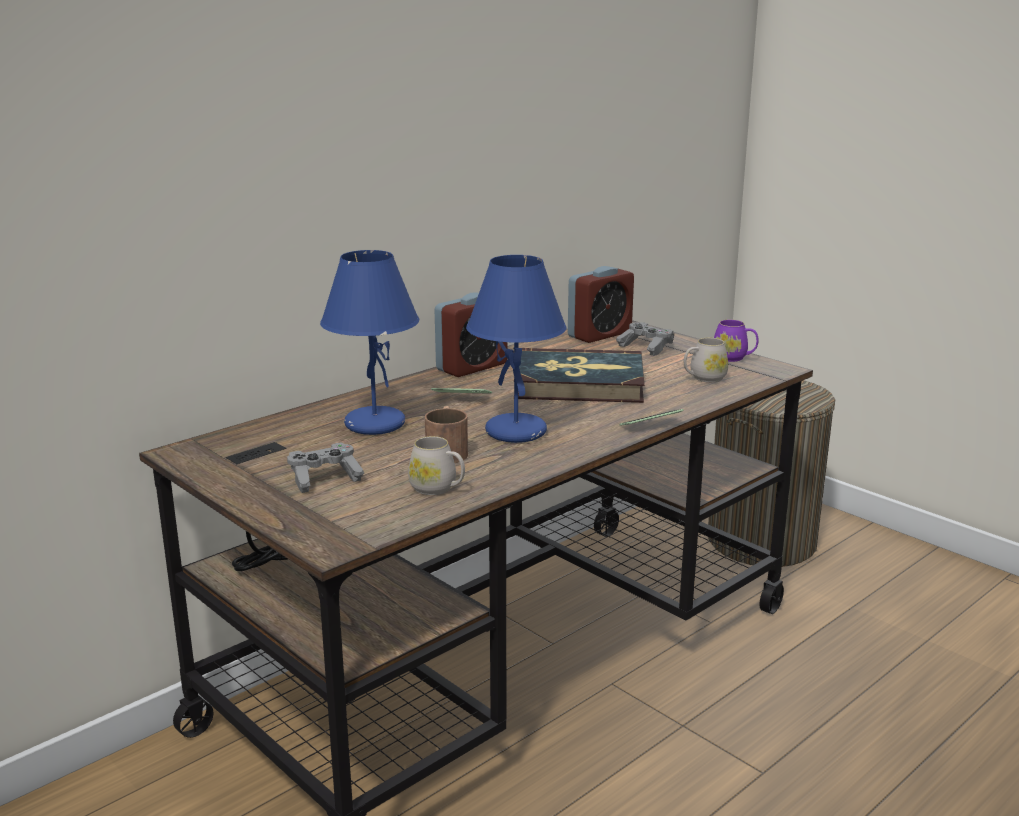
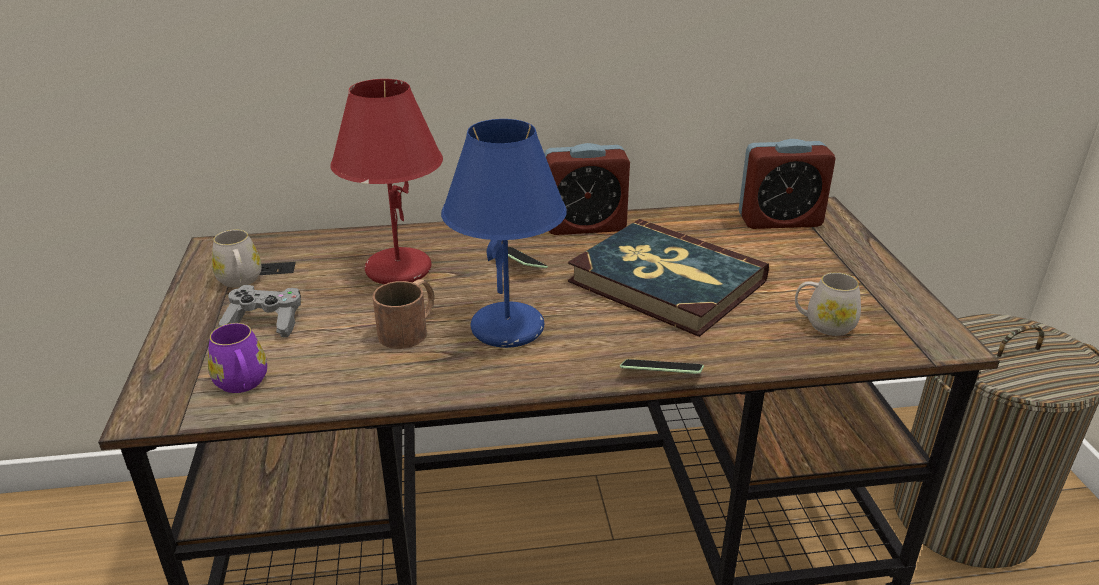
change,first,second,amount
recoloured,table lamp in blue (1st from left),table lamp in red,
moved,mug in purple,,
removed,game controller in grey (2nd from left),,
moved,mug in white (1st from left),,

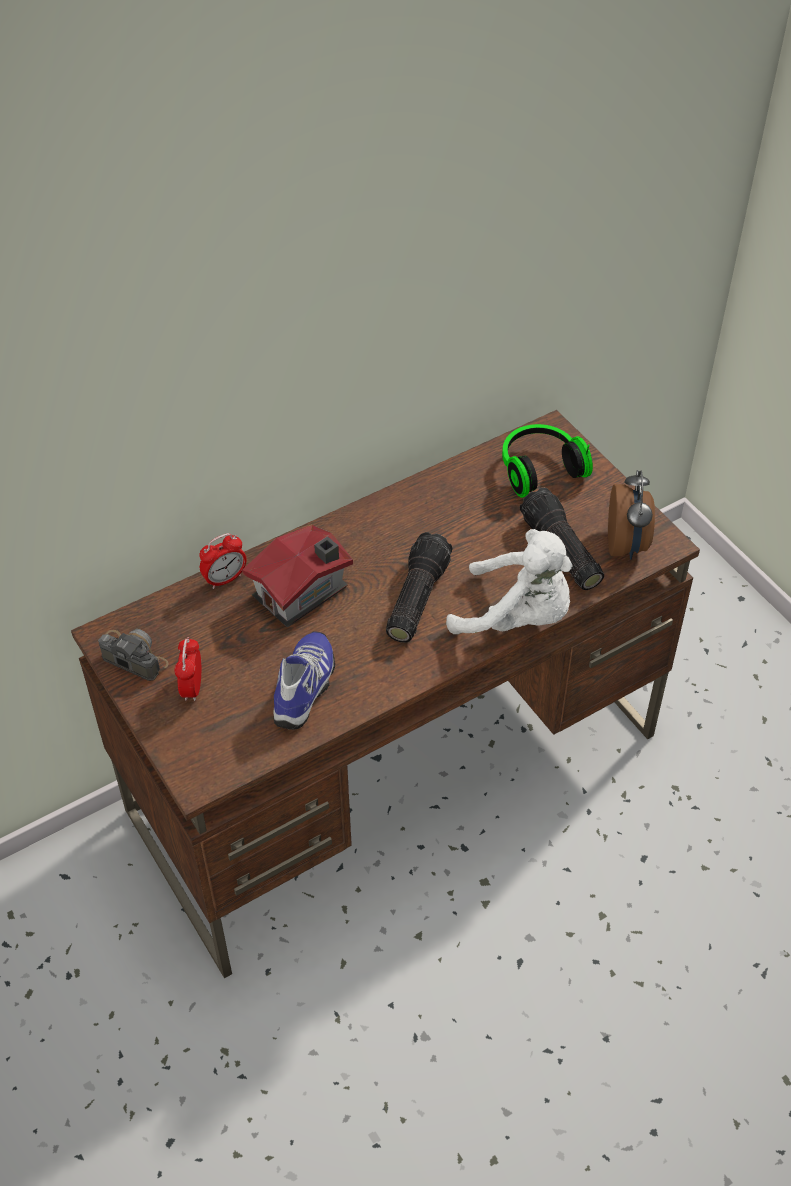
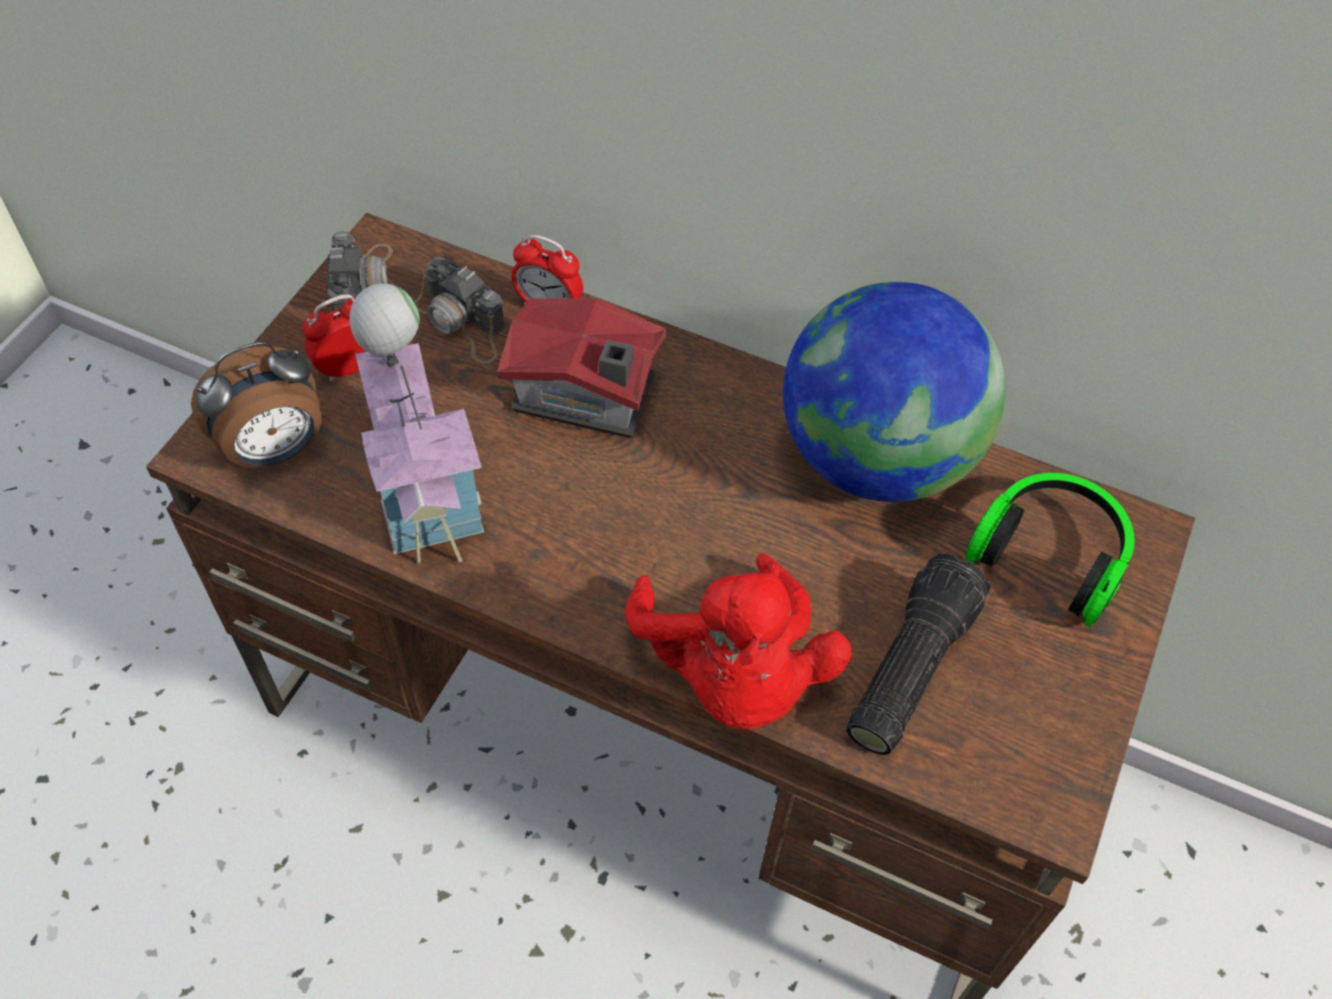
change,first,second,amount
moved,alarm clock (3rd from left in the first image),alarm clock (1st from left),
recoloured,plush toy in white,plush toy in red,
removed,flashlight (1st from left),,
replaced,shoe,toy house (1st from left),
added,,photo camera (2nd from left),
added,,globe,

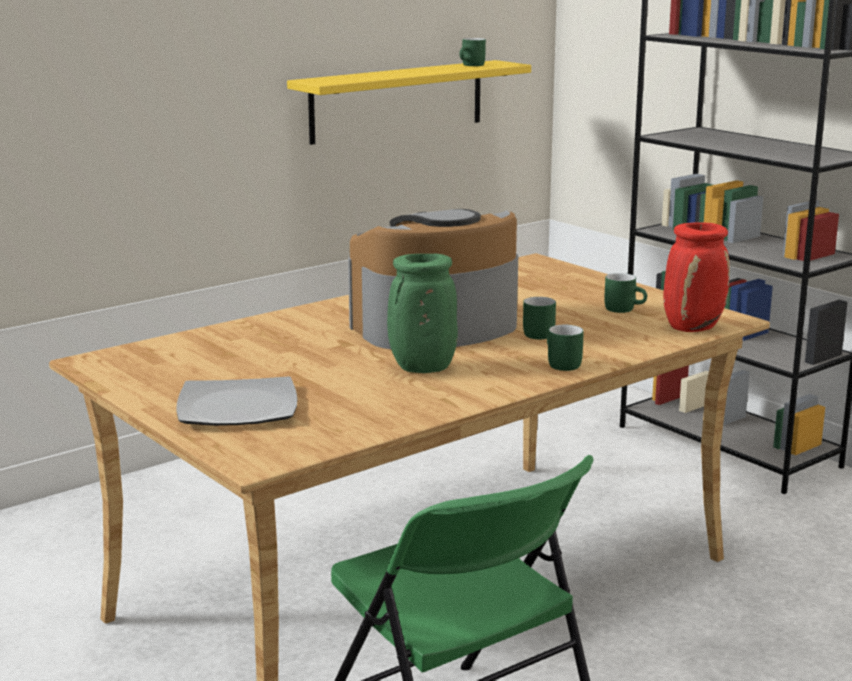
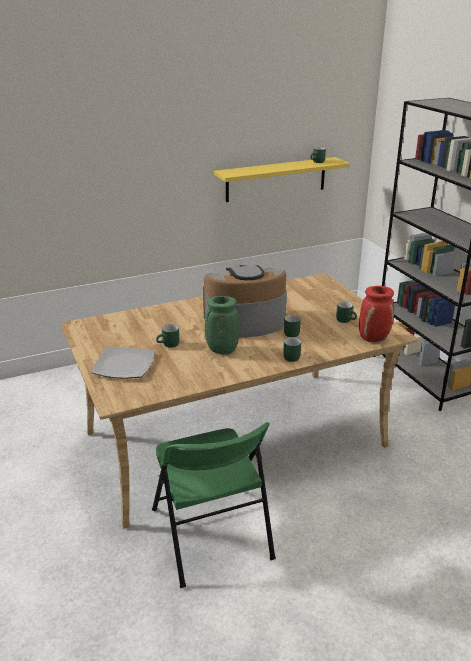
change,first,second,amount
added,,mug in green (1st from left),

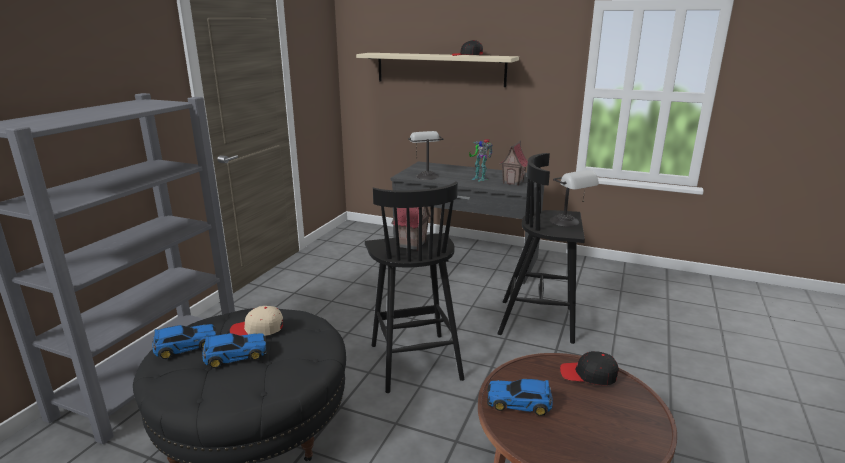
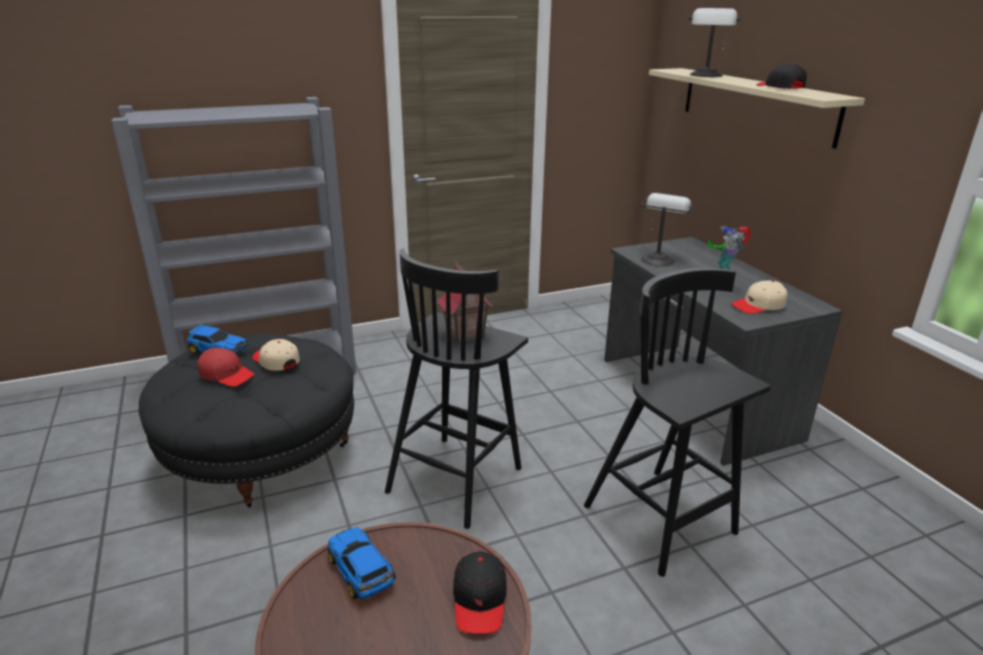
change,first,second,amount
replaced,toy house (2nd from left),cap in beige (2nd from left),
moved,table lamp (2nd from left),,
replaced,toy car (2nd from left),cap in red,
turned,cap in black (2nd from left in the first image),cap in black (1st from left),150 degrees counterclockwise

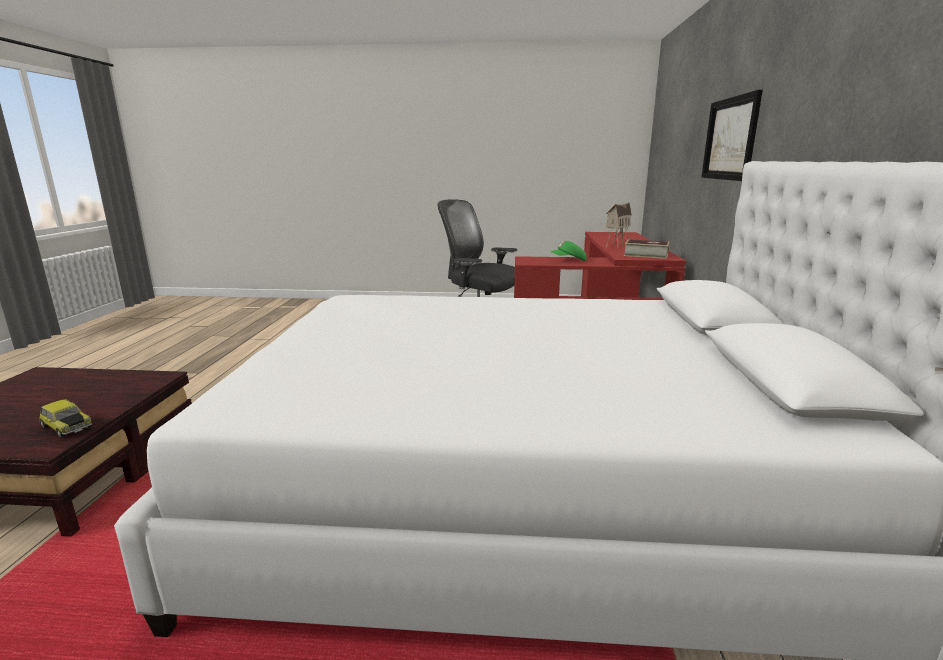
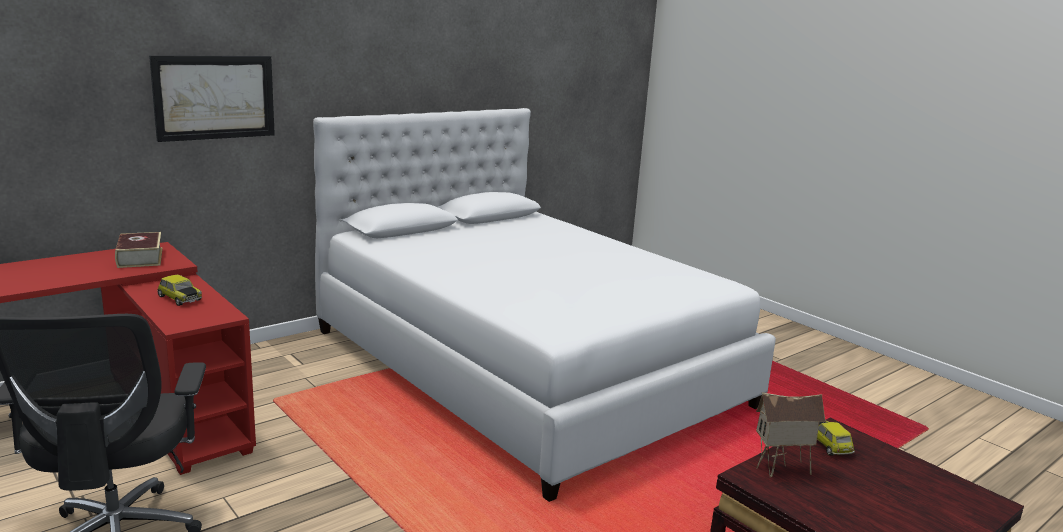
change,first,second,amount
moved,toy house,,
replaced,cap in green,toy car (1st from left),

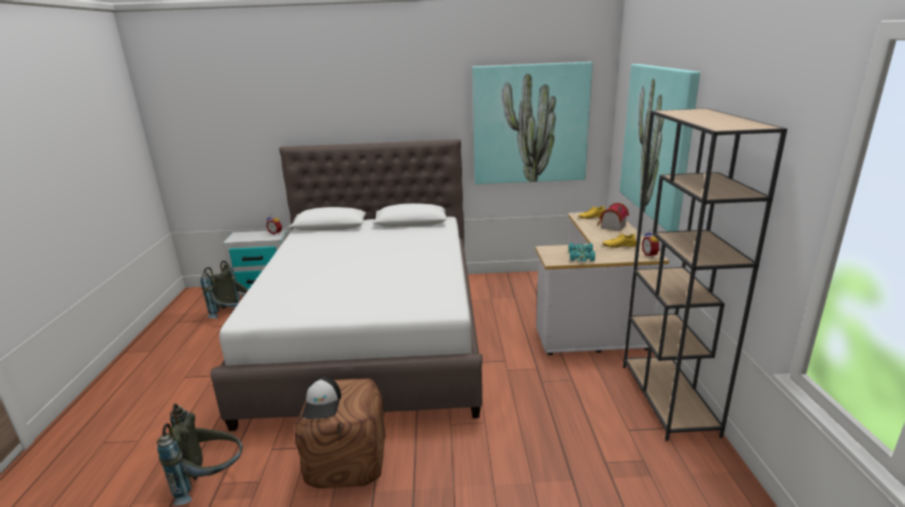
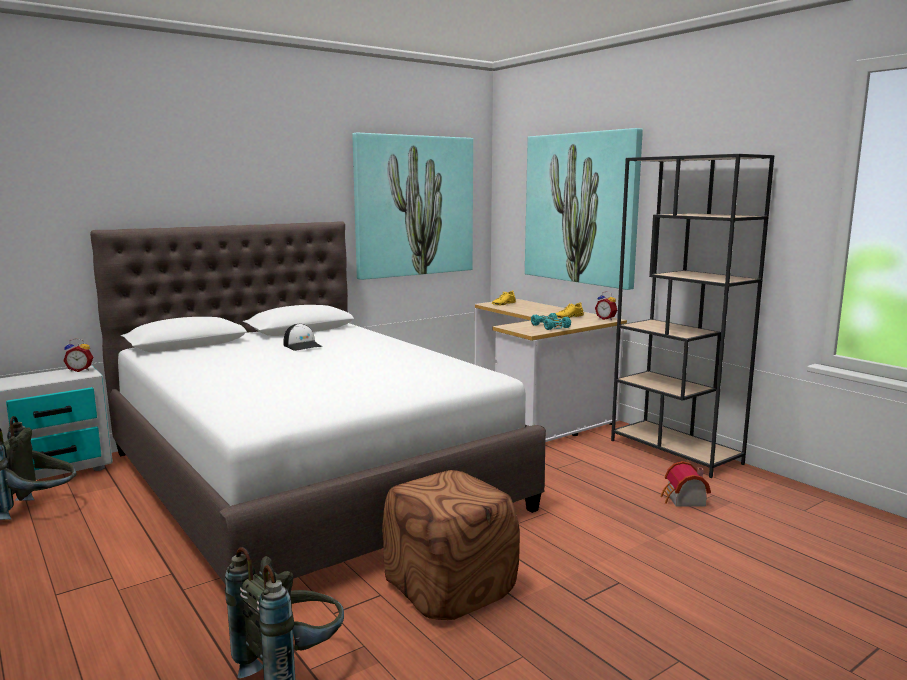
change,first,second,amount
moved,toy house,,
moved,cap,,

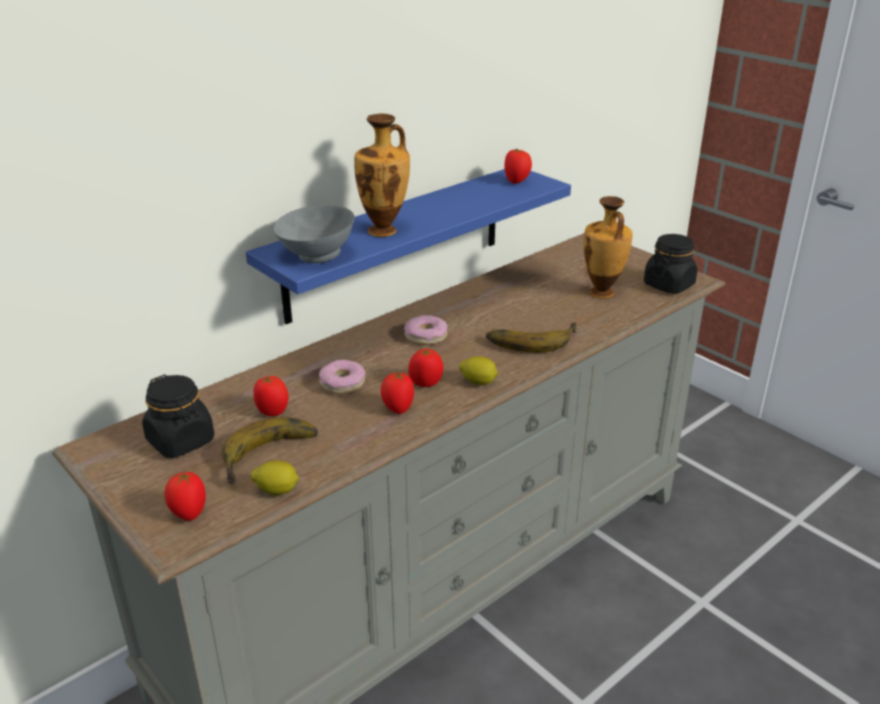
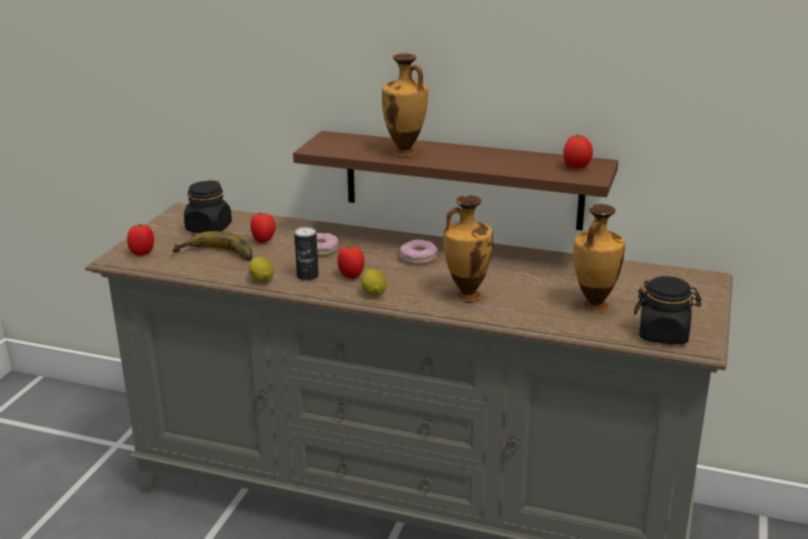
change,first,second,amount
recoloured,shelf in blue,shelf in brown,
removed,bowl in grey,,
replaced,banana (2nd from left),vase (2nd from left),
replaced,tomato (3rd from left),can,
moved,lemon (1st from left),,

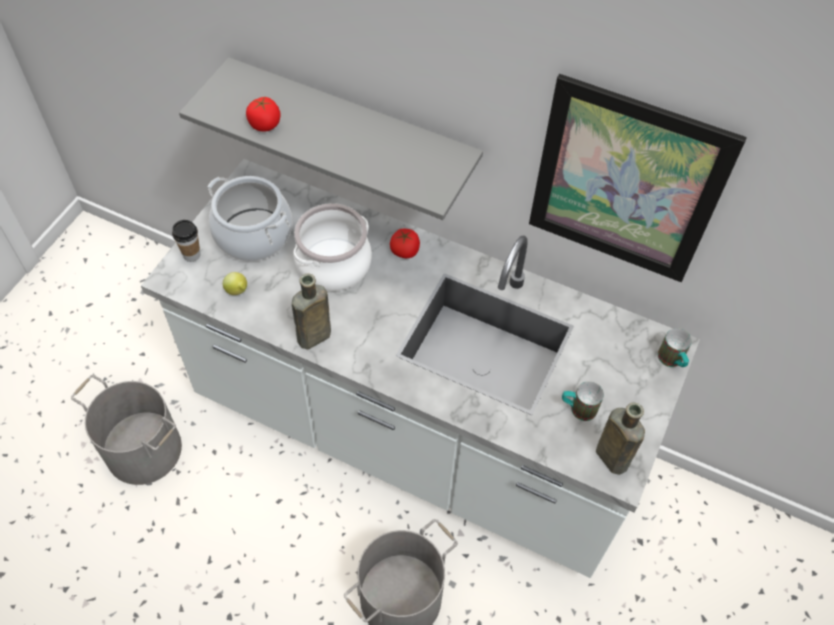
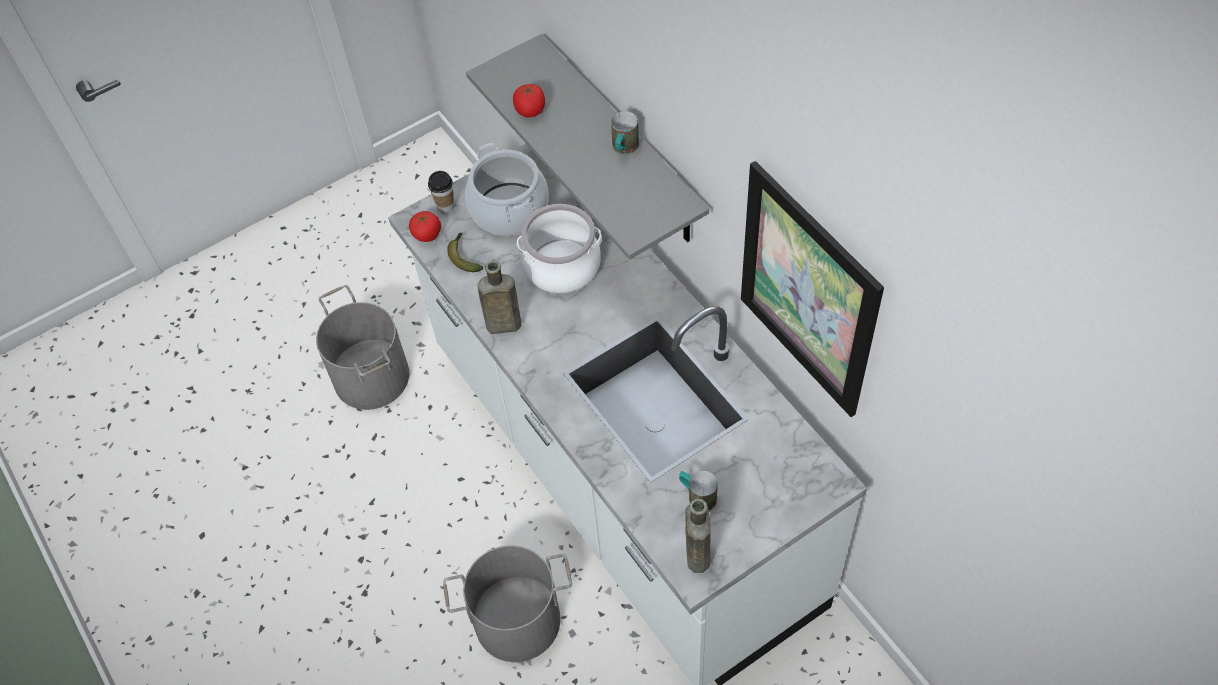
change,first,second,amount
moved,tomato (2nd from left in the first image),tomato (1st from left),
replaced,lemon,banana,
moved,mug (2nd from left in the first image),mug (1st from left),

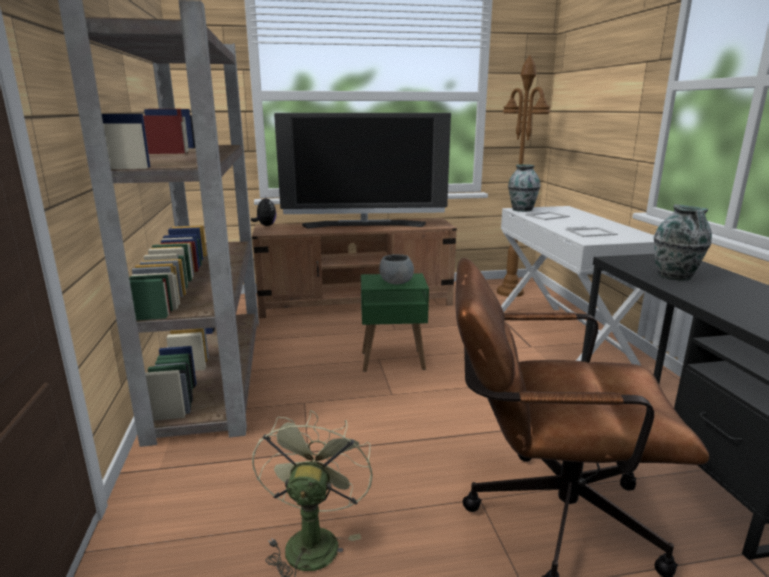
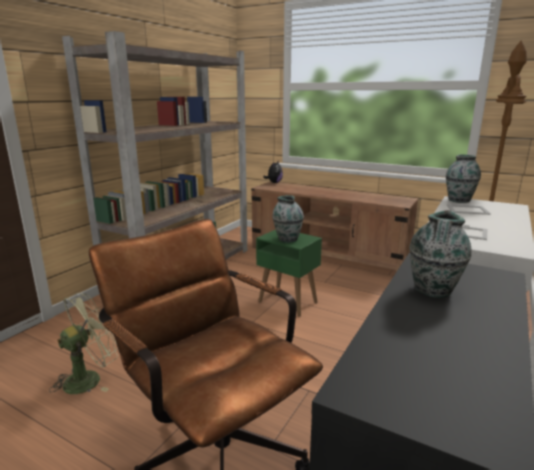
change,first,second,amount
removed,television,,
replaced,bowl in grey,vase (1st from left),

